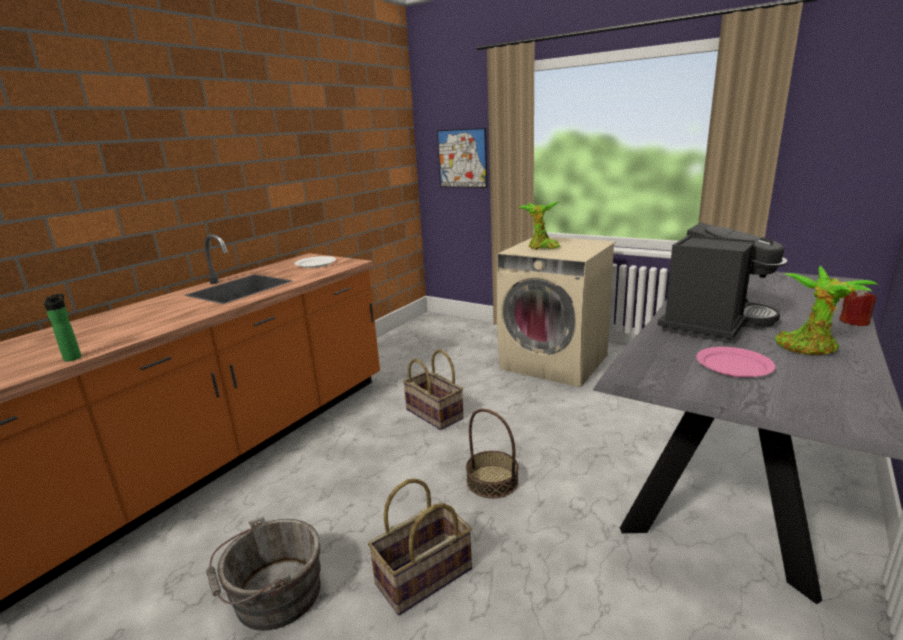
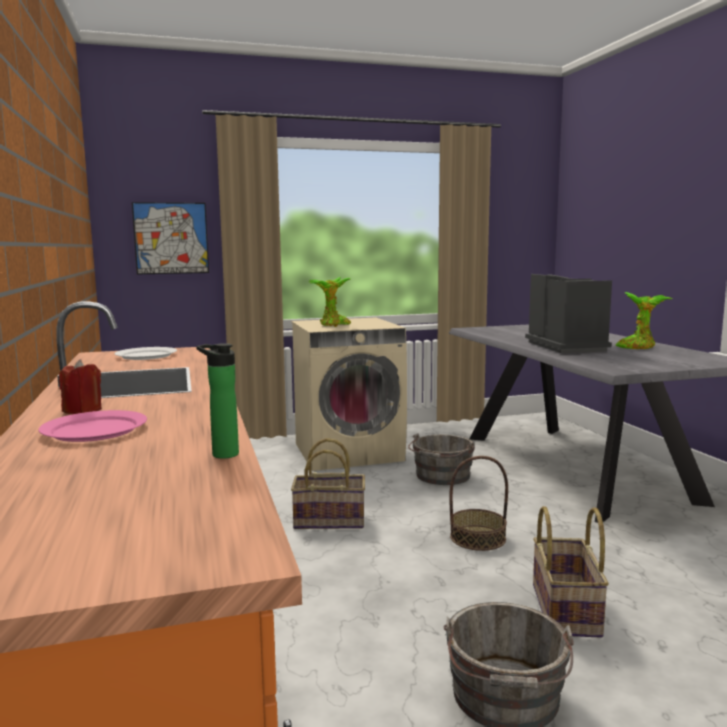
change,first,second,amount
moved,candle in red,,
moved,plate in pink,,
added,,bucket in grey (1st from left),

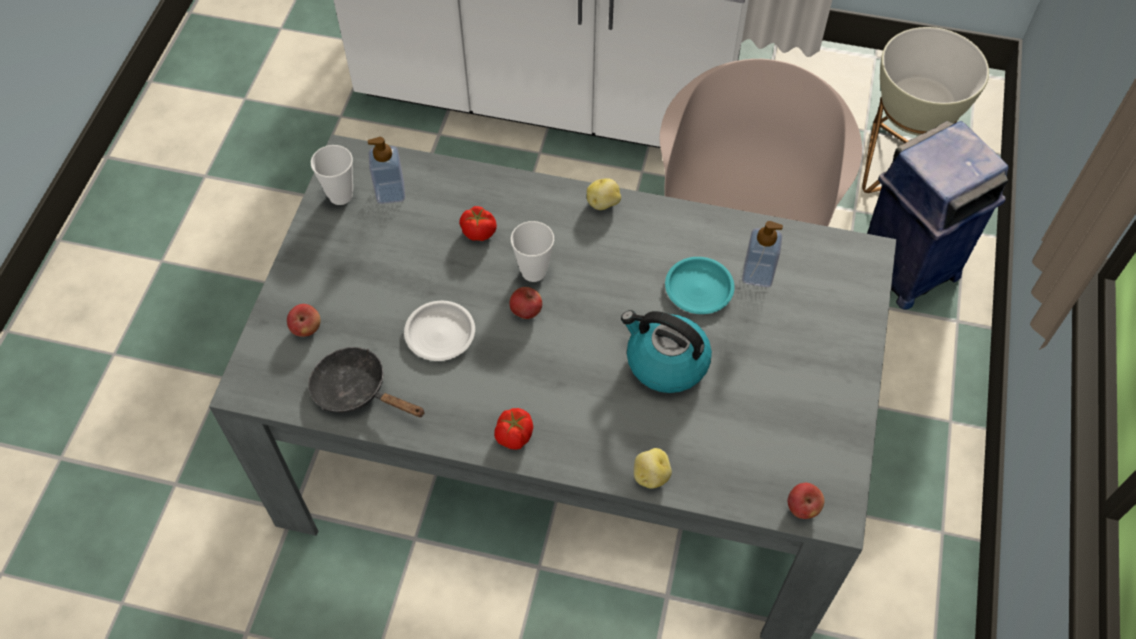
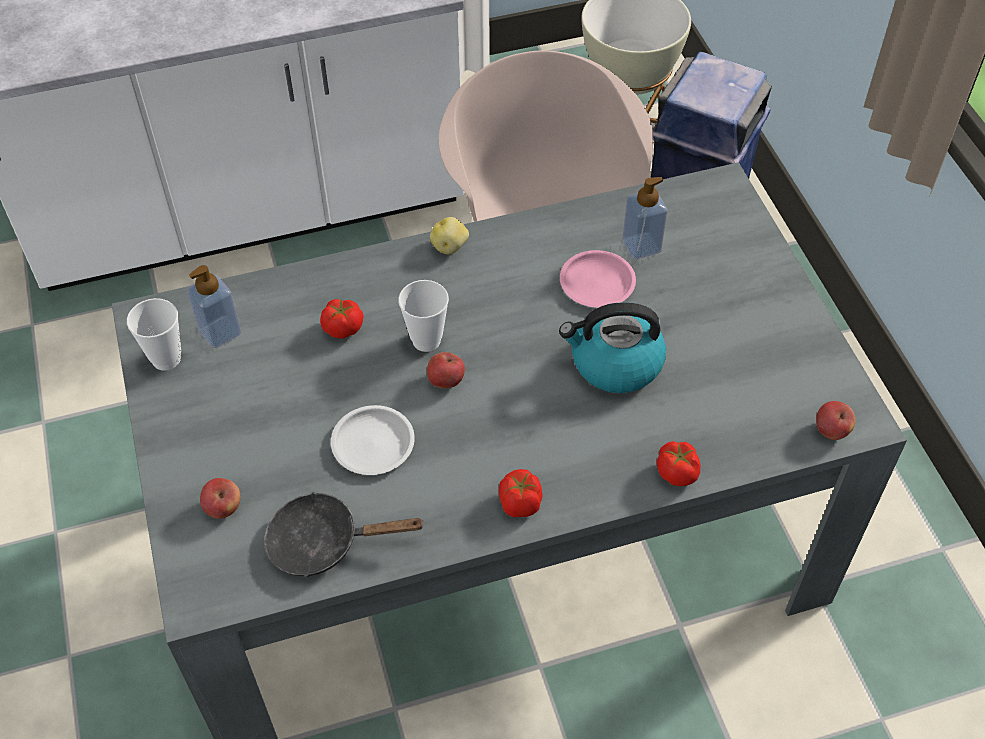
change,first,second,amount
recoloured,plate in turquoise,plate in pink,
replaced,potato (2nd from left),tomato (3rd from left),

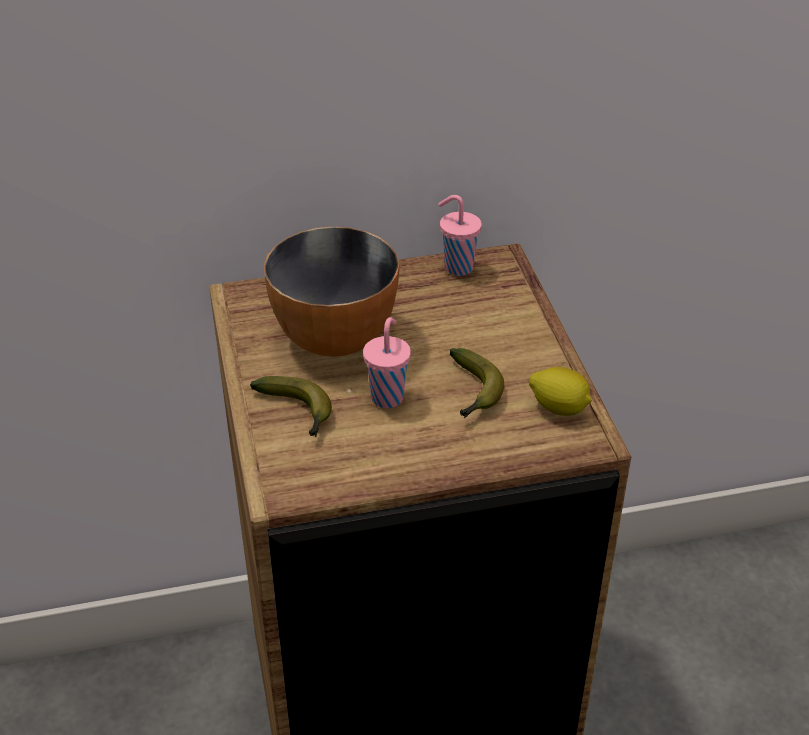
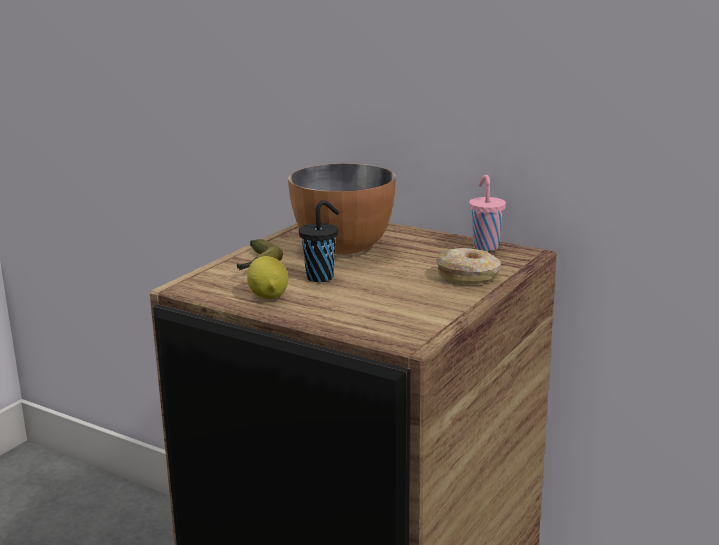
change,first,second,amount
recoloured,cup in pink (1st from left),cup in black,
removed,banana (2nd from left),,
moved,lemon,,
added,,donut,

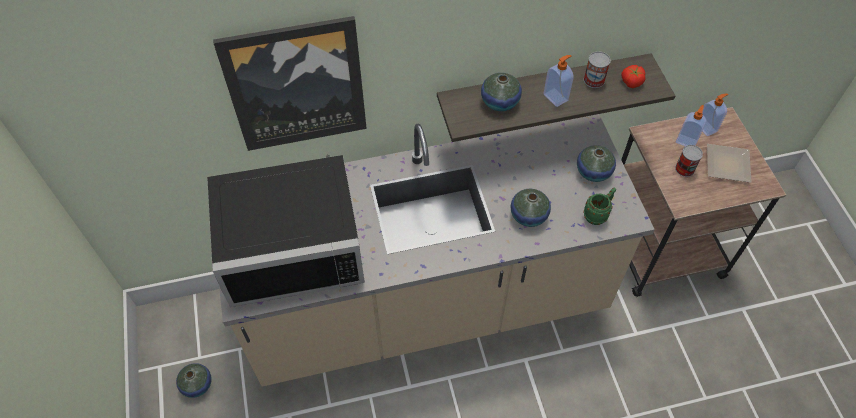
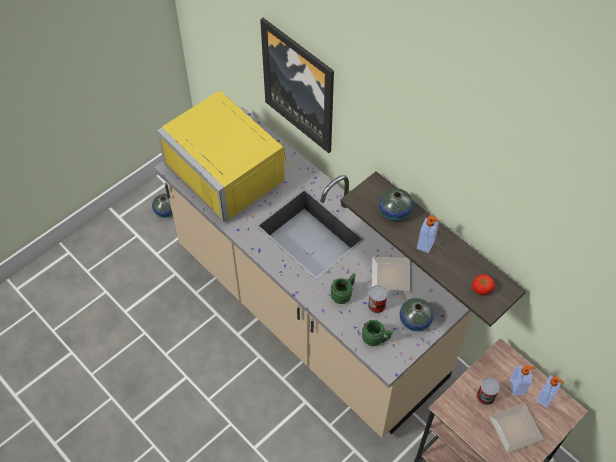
change,first,second,amount
moved,can (1st from left),,
recoloured,microwave in black,microwave in yellow,
replaced,vase (3rd from left),mug in green (1st from left),
added,,plate (1st from left),

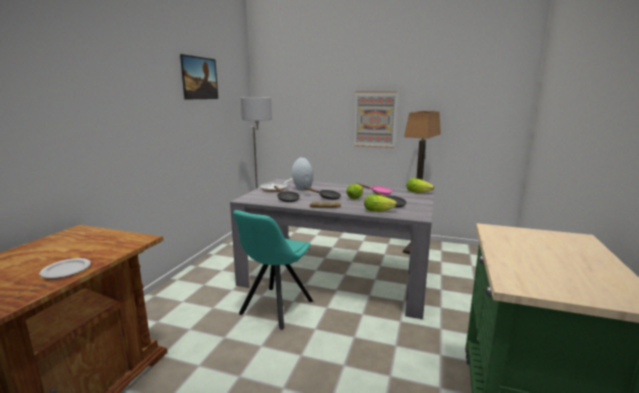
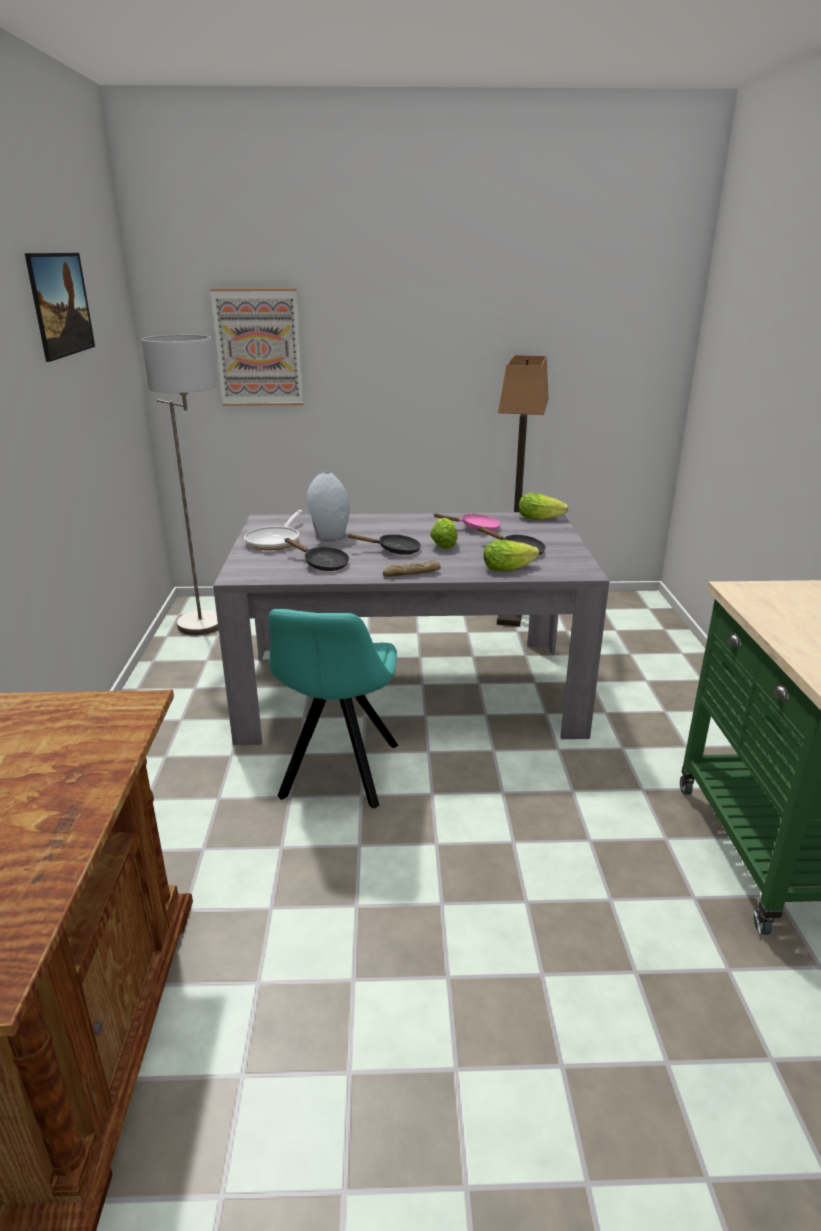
change,first,second,amount
moved,picture (2nd from left),,
removed,plate,,

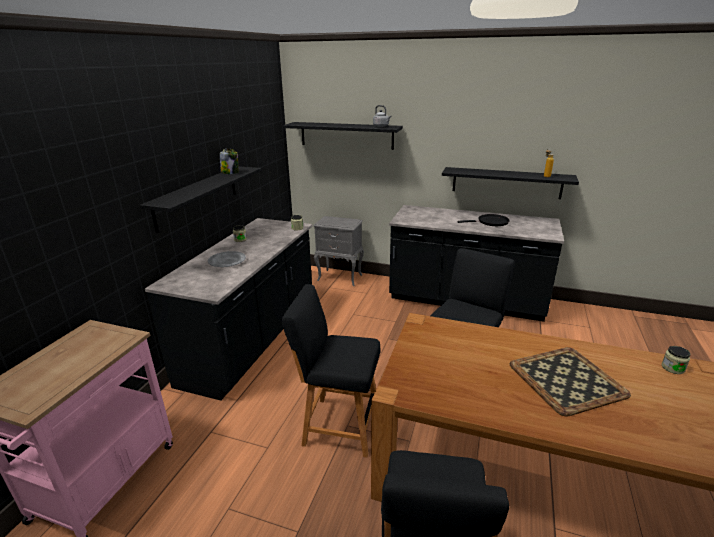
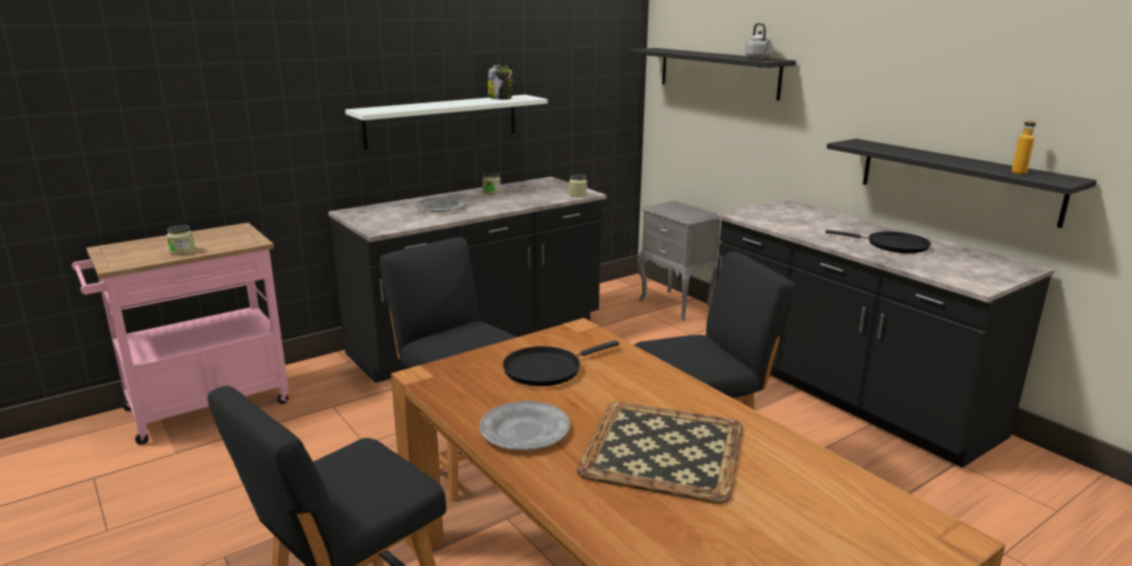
change,first,second,amount
recoloured,shelf in black (1st from left),shelf in white,
moved,jar (4th from left in the first image),jar (1st from left),
added,,frying pan in black (1st from left),
added,,plate in grey (2nd from left),

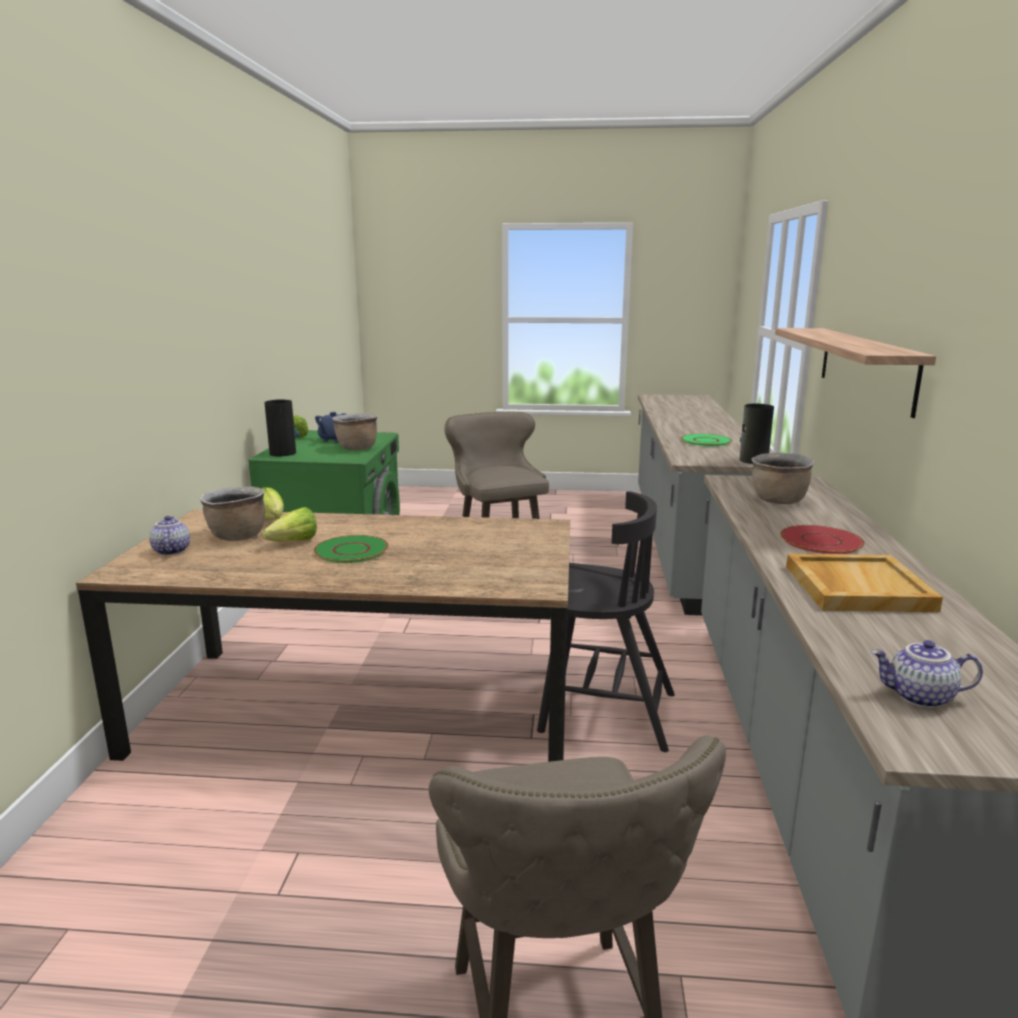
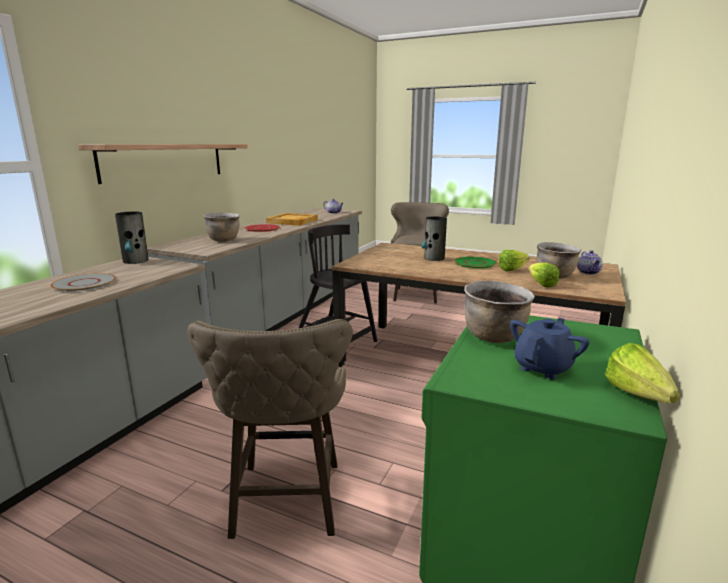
change,first,second,amount
moved,vase (1st from left in the first image),vase (2nd from left),
recoloured,plate in green (2nd from left),plate in grey,

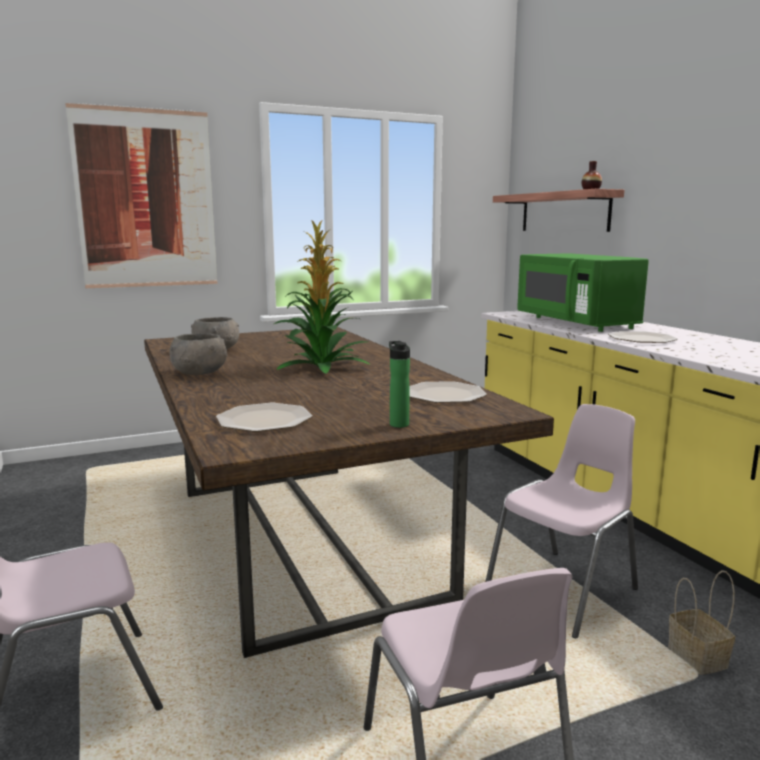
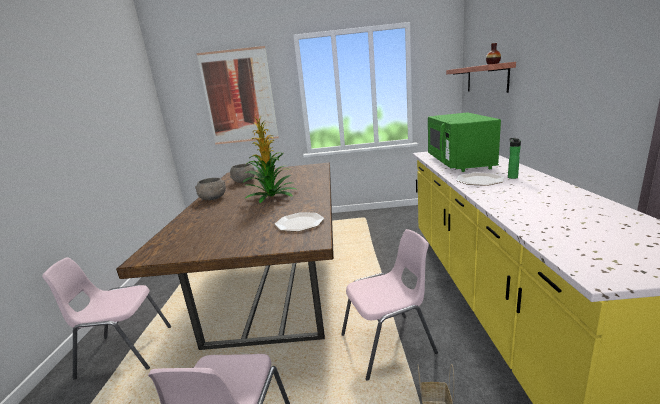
change,first,second,amount
moved,bottle,,
removed,plate (1st from left),,

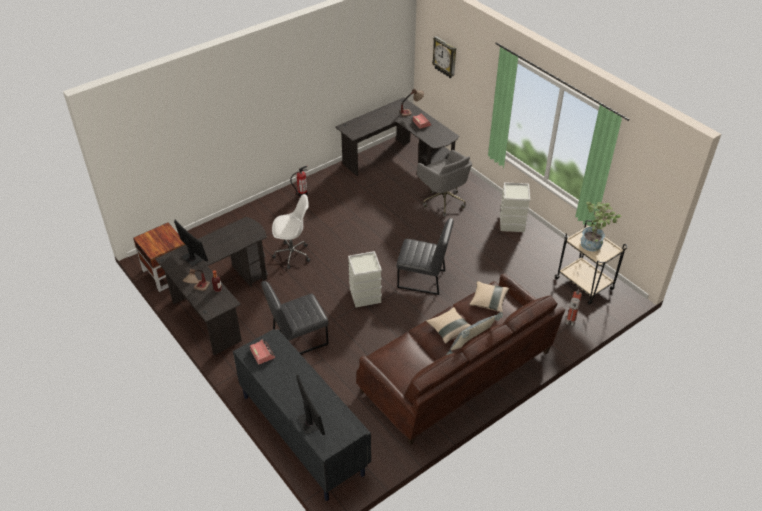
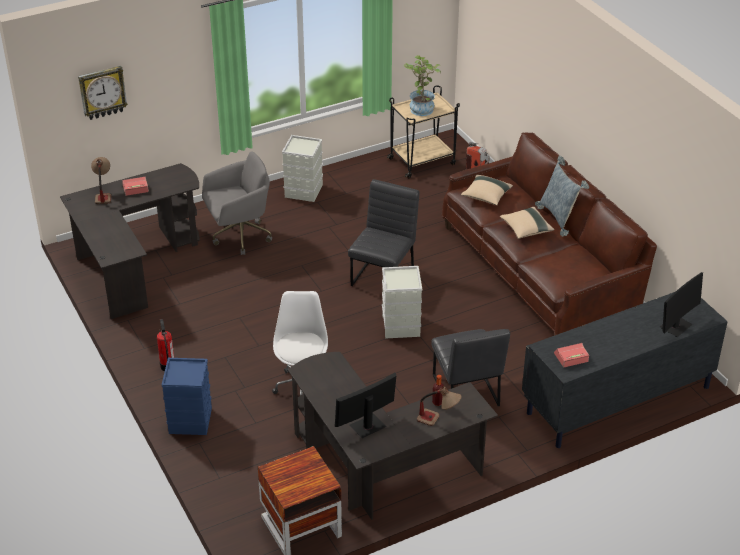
change,first,second,amount
turned,monitor (2nd from left),,150 degrees clockwise
added,,storage box in blue,

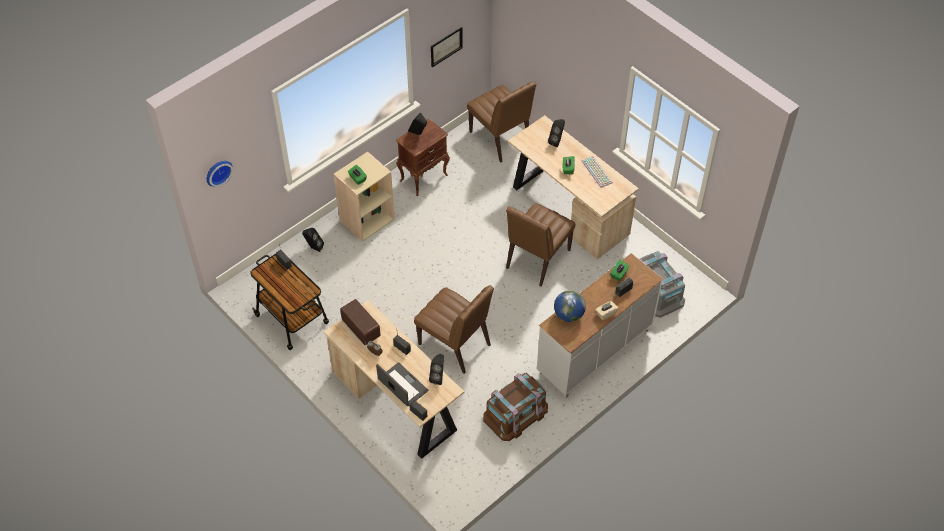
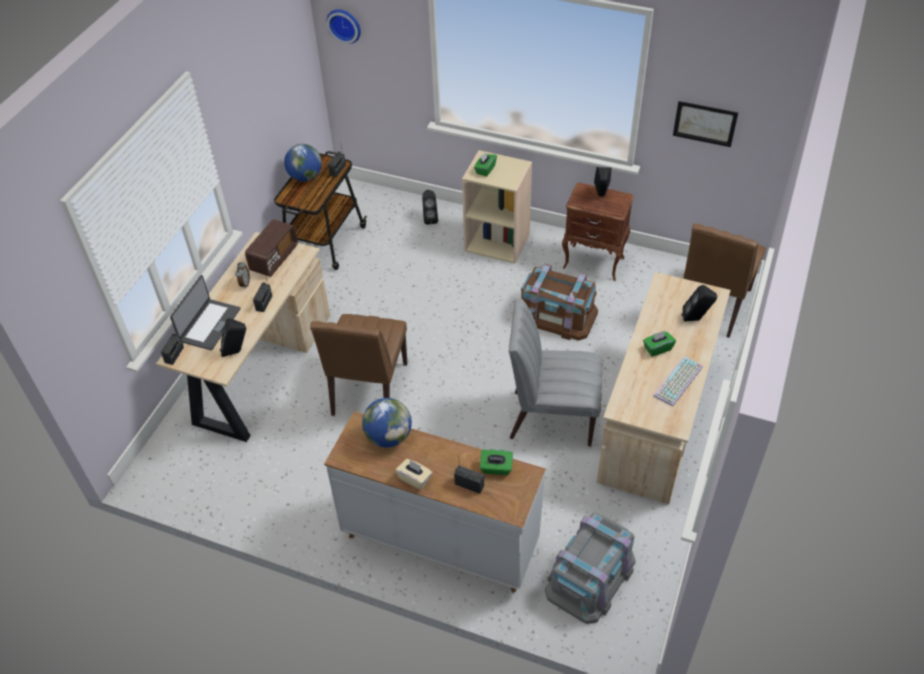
change,first,second,amount
recoloured,chair in brown (3rd from left),chair in grey,
moved,storage box in brown,,
added,,globe (1st from left),

